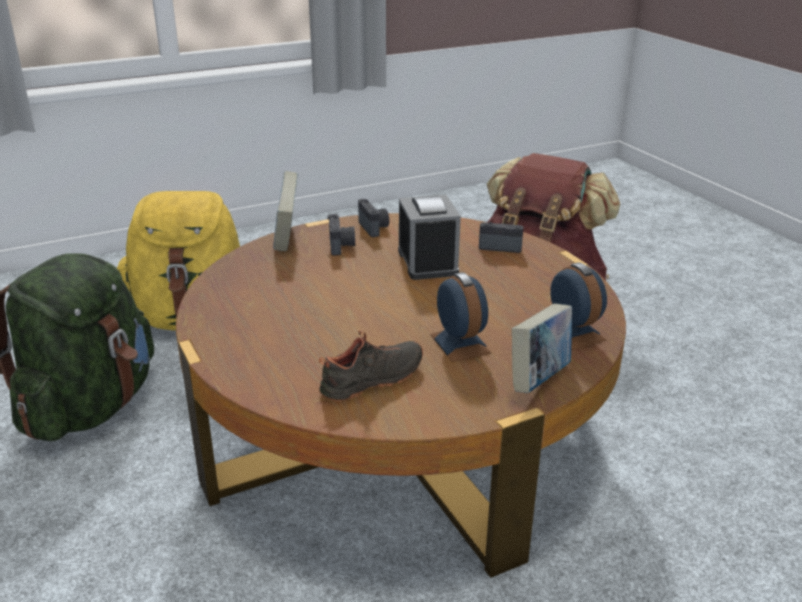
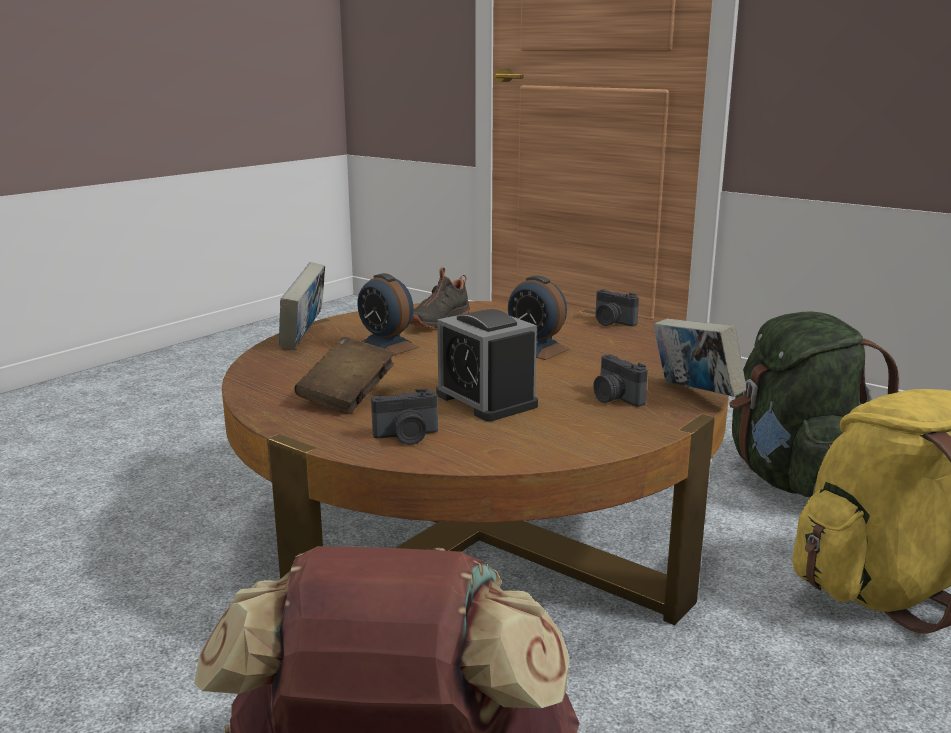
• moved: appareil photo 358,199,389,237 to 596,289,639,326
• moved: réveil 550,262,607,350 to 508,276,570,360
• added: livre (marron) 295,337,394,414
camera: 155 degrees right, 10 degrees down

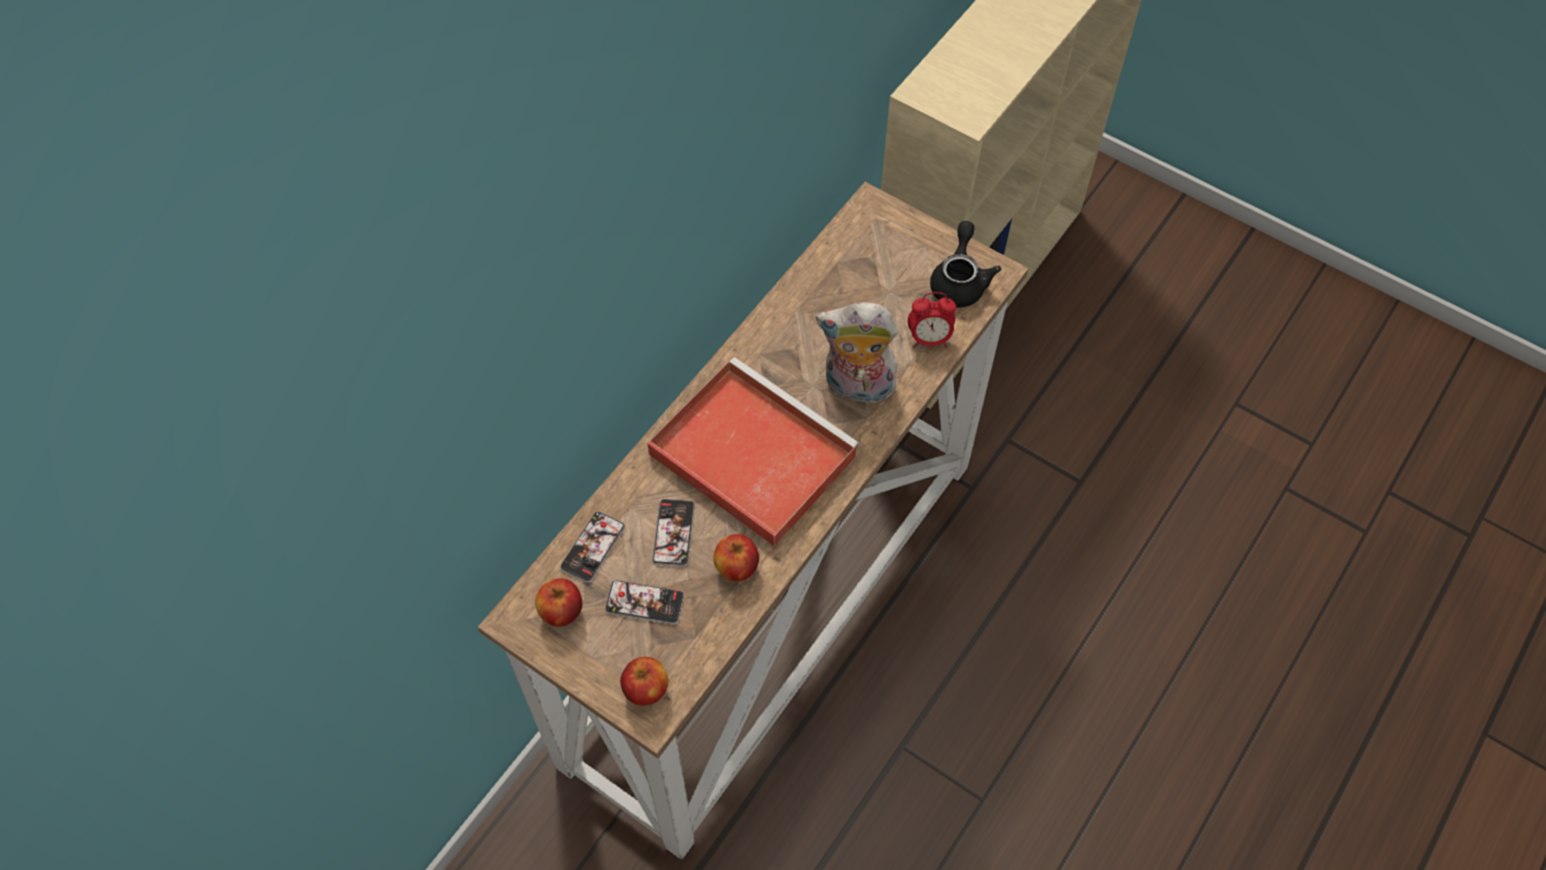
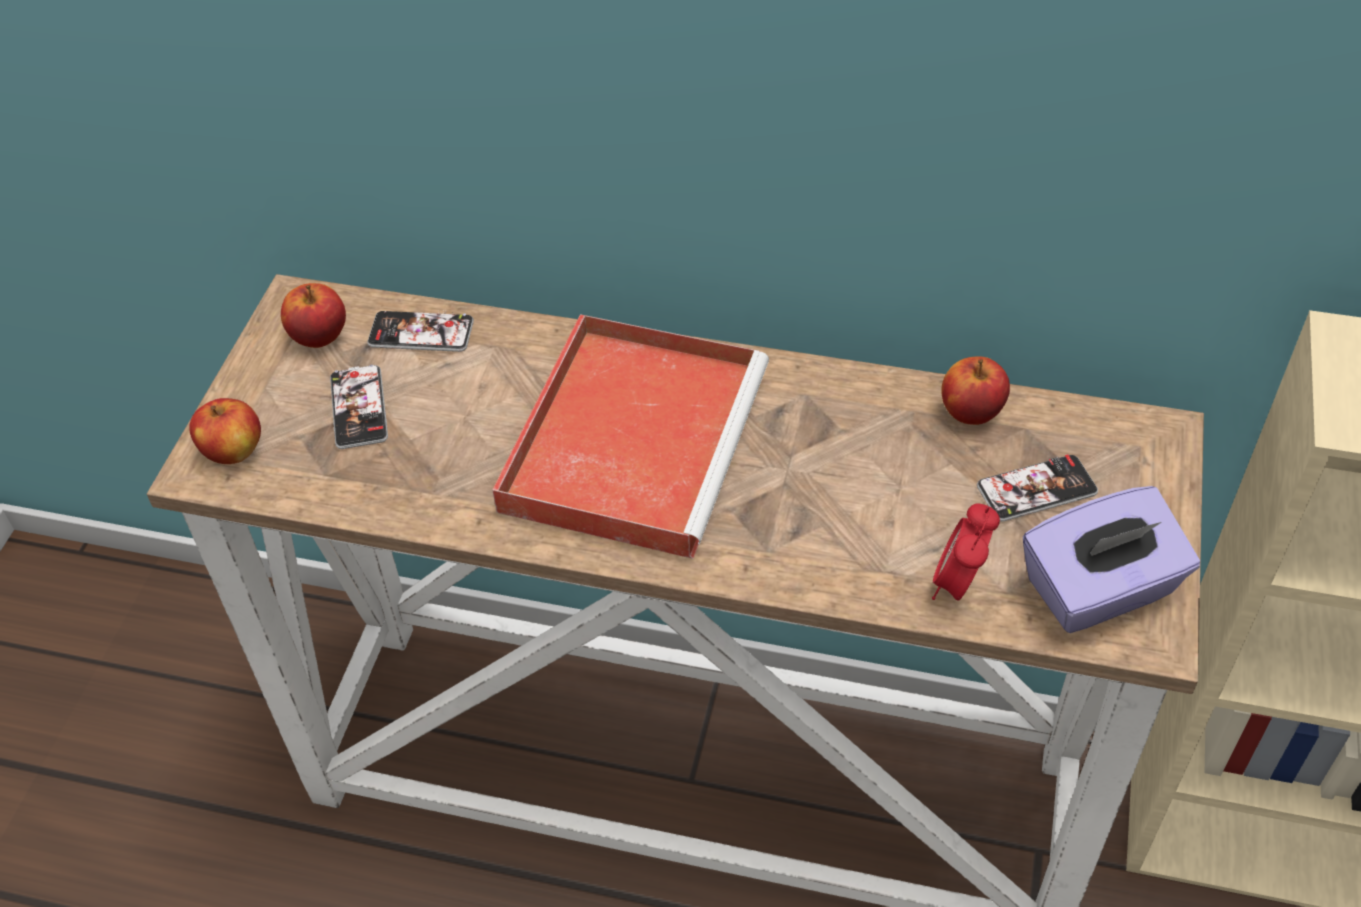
• moved: téléphone 652,499,695,566 to 977,454,1098,521
• moved: pomme 713,534,759,581 to 941,356,1010,425
• removed: peluche 816,302,902,409
• turned: réveil 908,292,956,348 = 932,504,1000,601 45 degrees clockwise
• replaced: théière (noir) 930,221,1001,307 to boîte à mouchoirs (violet) 1023,486,1200,633
camera: 70 degrees right, 10 degrees down

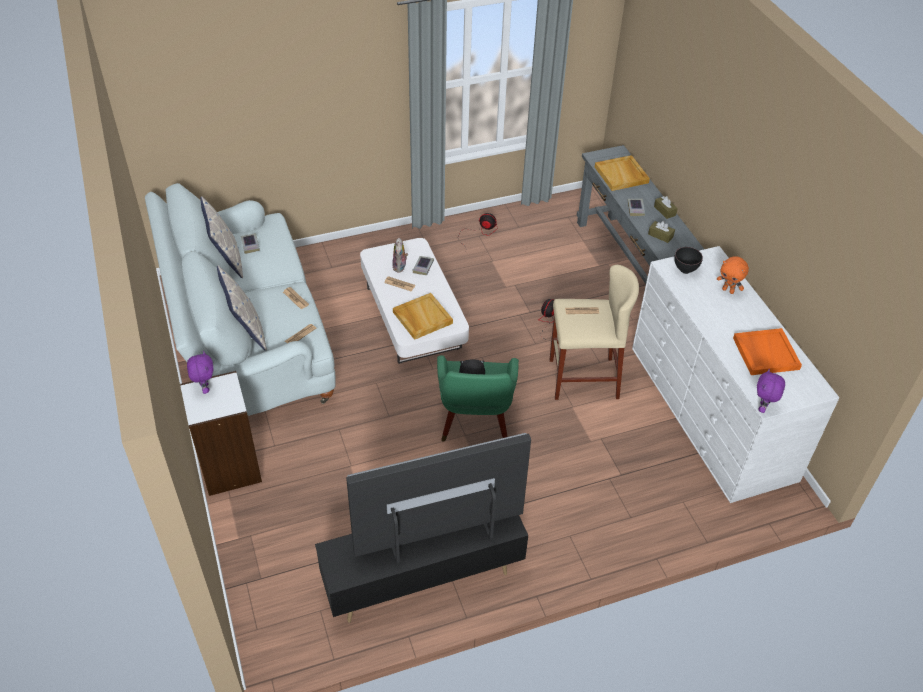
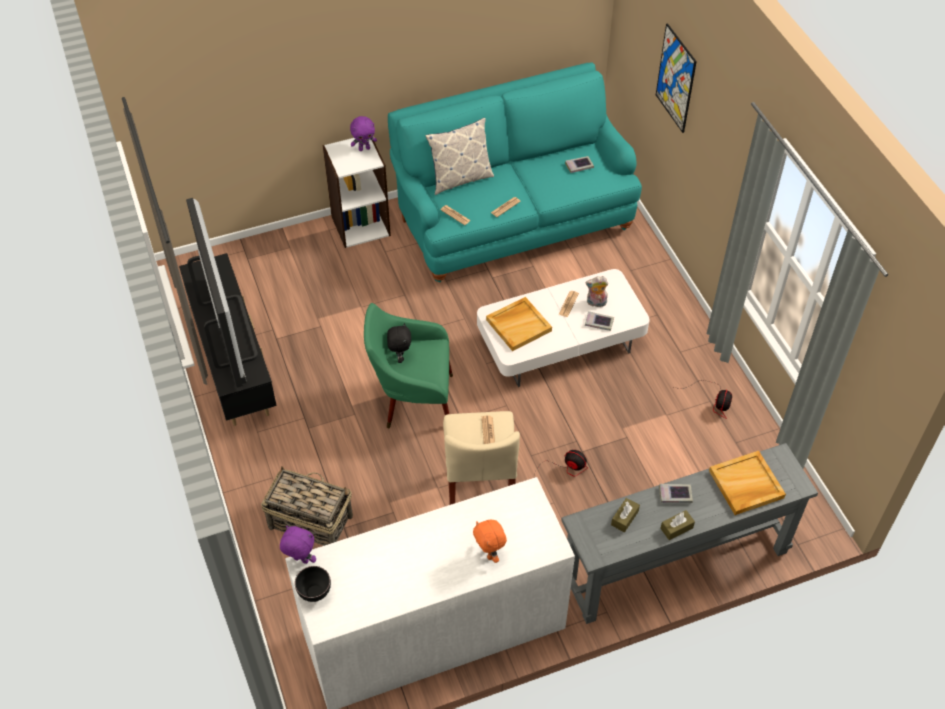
• recoloured: canapé (blanc) 145,183,336,416 to canapé (turquoise) 388,63,642,282
• removed: coussin 200,196,243,278
• moved: bol (noir) 674,247,703,274 to 295,566,331,602
• turned: peluche (orange) 717,256,749,294 = 473,520,507,563 60 degrees counterclockwise
• removed: plateau (orange) 733,328,802,375
• added: panier 261,466,353,546
• added: tableau 656,23,697,133
camera: 90 degrees right, 5 degrees up

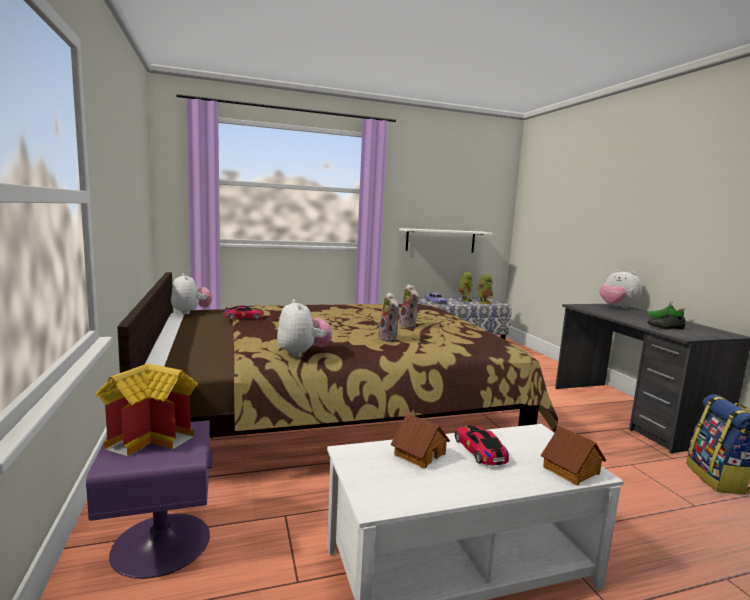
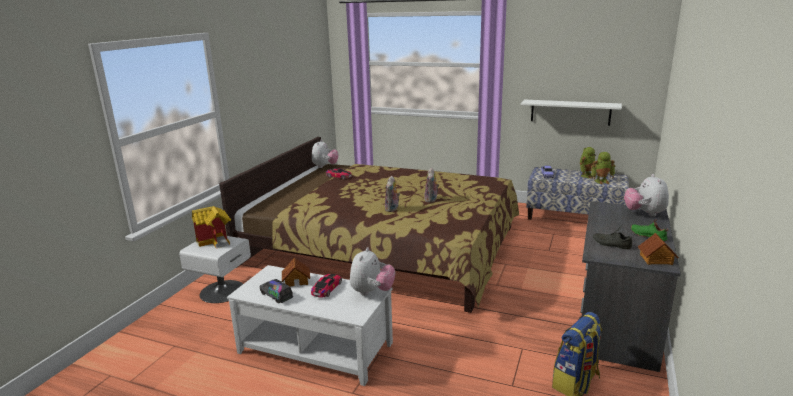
• recoloured: table de chevet (violet) 86,420,213,579 to table de chevet (blanc) 179,236,251,303
• moved: peluche 277,299,332,357 to 350,247,395,296
• moved: maison miniature 541,426,606,485 to 638,233,679,265
• added: camion jouet 260,279,293,303
camera: 40 degrees right, 10 degrees up

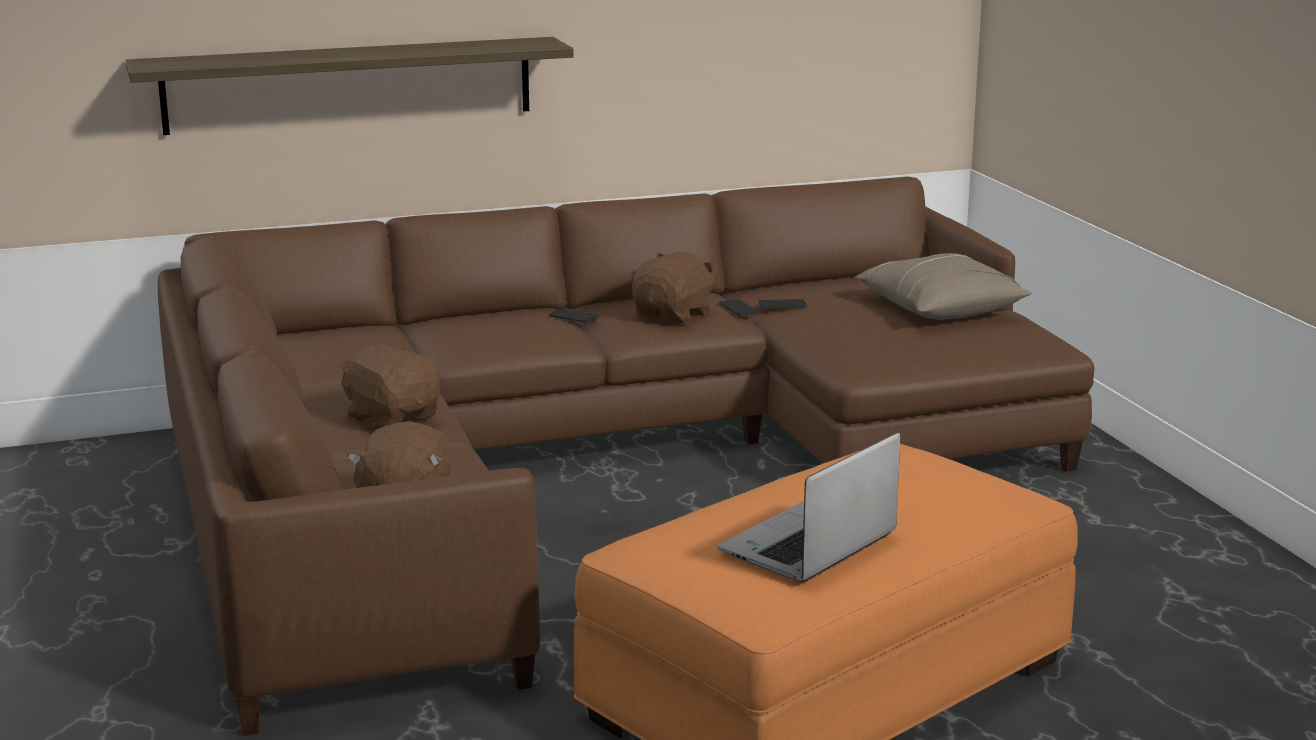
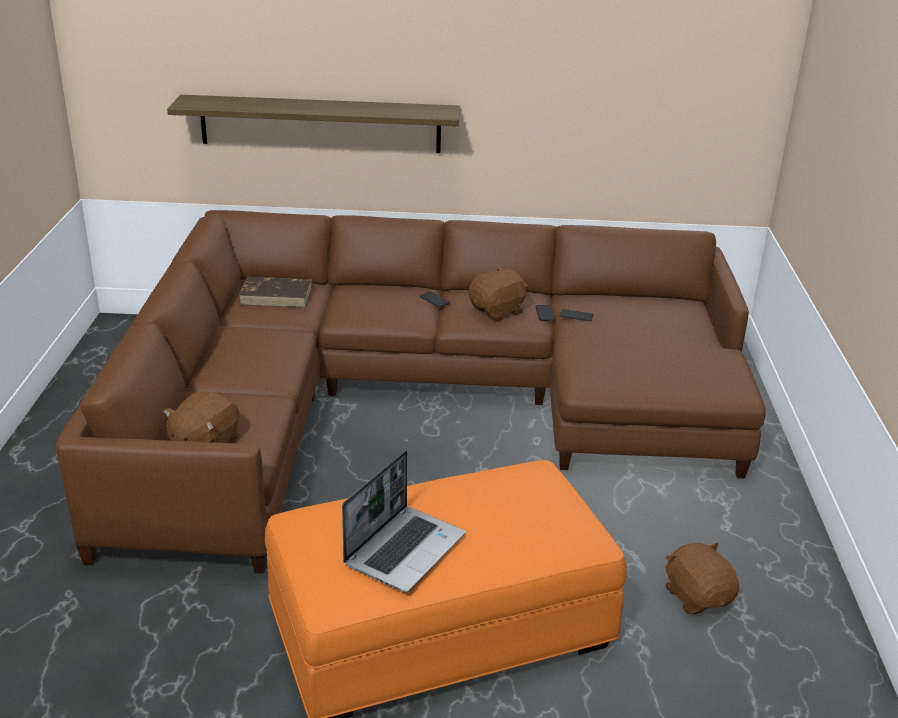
• moved: peluche (marron) 337,345,440,430 to 665,543,739,614
• turned: ordinateur portable 717,433,900,582 = 342,451,466,592 150 degrees clockwise
• removed: coussin (beige) 855,253,1032,320
• added: livre (marron) 239,277,313,307
camera: 20 degrees right, 10 degrees up

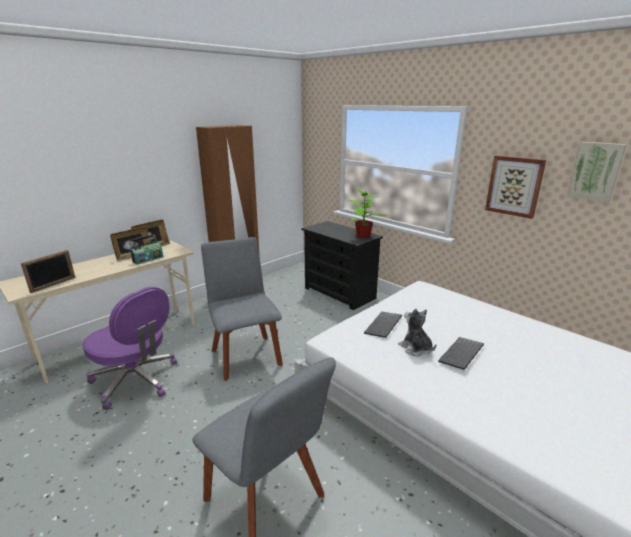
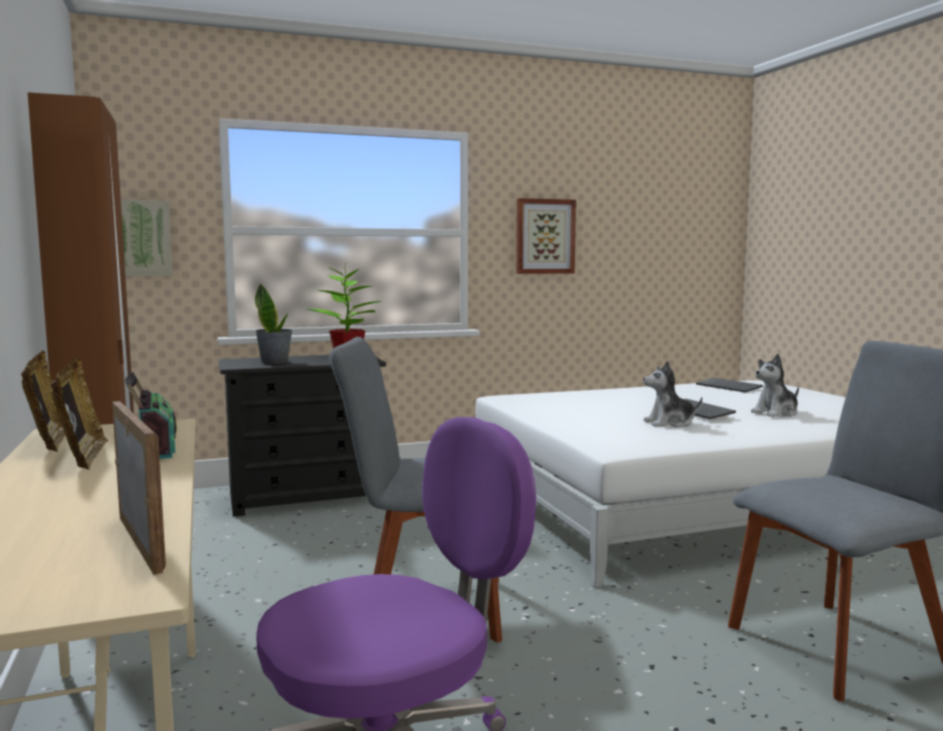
• moved: clavier 364,312,402,338 to 696,378,763,393
• moved: tableau 567,142,626,202 to 121,200,173,276
• added: plante en pot 255,283,293,364
• added: peluche 751,354,799,417
camera: 65 degrees left, 15 degrees down

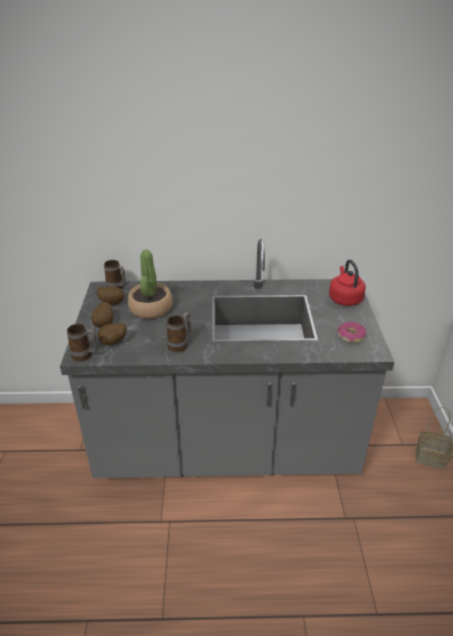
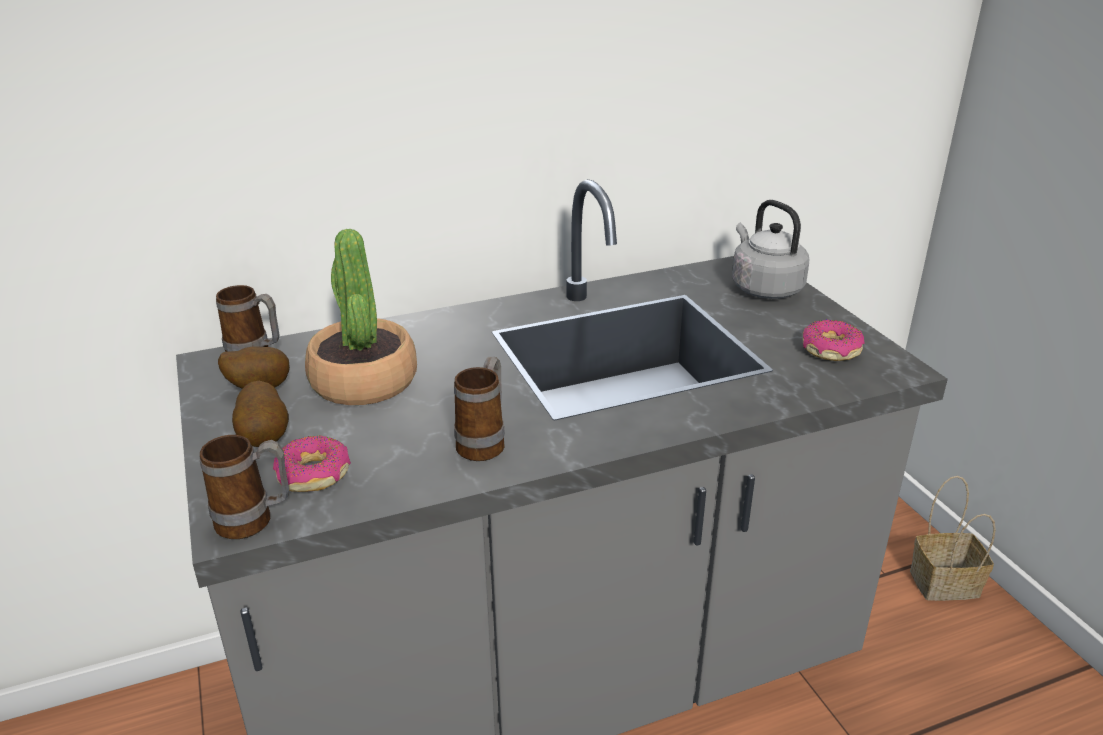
• replaced: pomme de terre 97,323,127,345 to beignet 273,436,351,492
• recoloured: bouilloire (rouge) 329,259,366,306 to bouilloire (gris) 732,200,809,299
camera: 20 degrees left, 5 degrees down

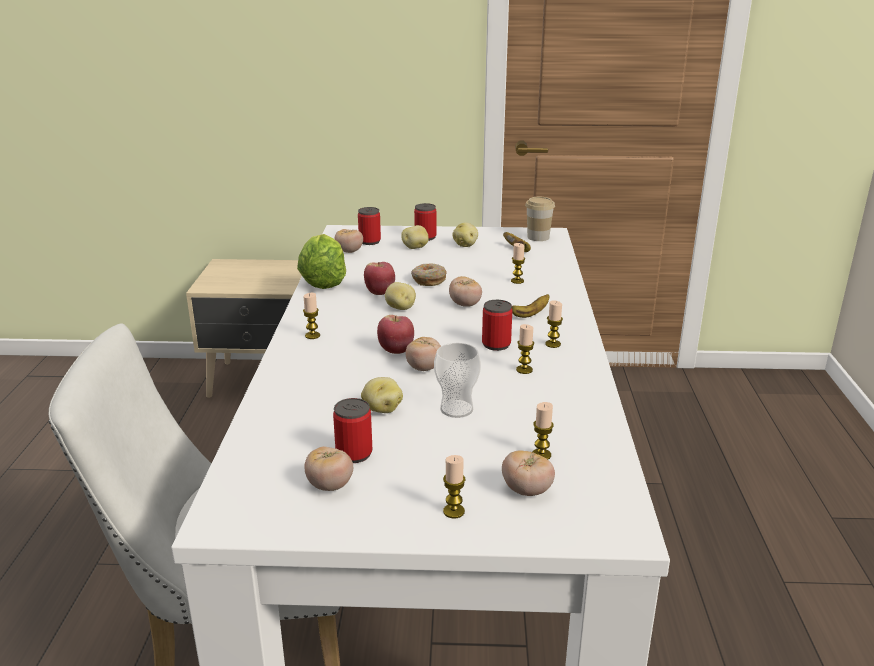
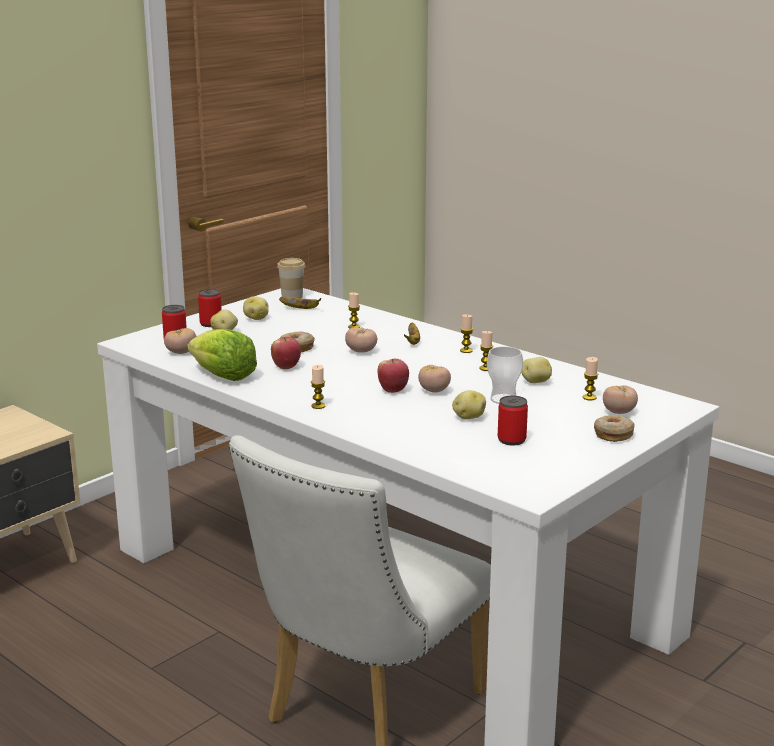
• removed: tomate 304,446,353,491
• moved: pomme de terre 385,282,416,310 to 521,357,552,383
• replaced: bougie 443,455,466,518 to beignet 594,415,635,442
• removed: boîte métallique 482,300,512,351
camera: 50 degrees left, 5 degrees down

